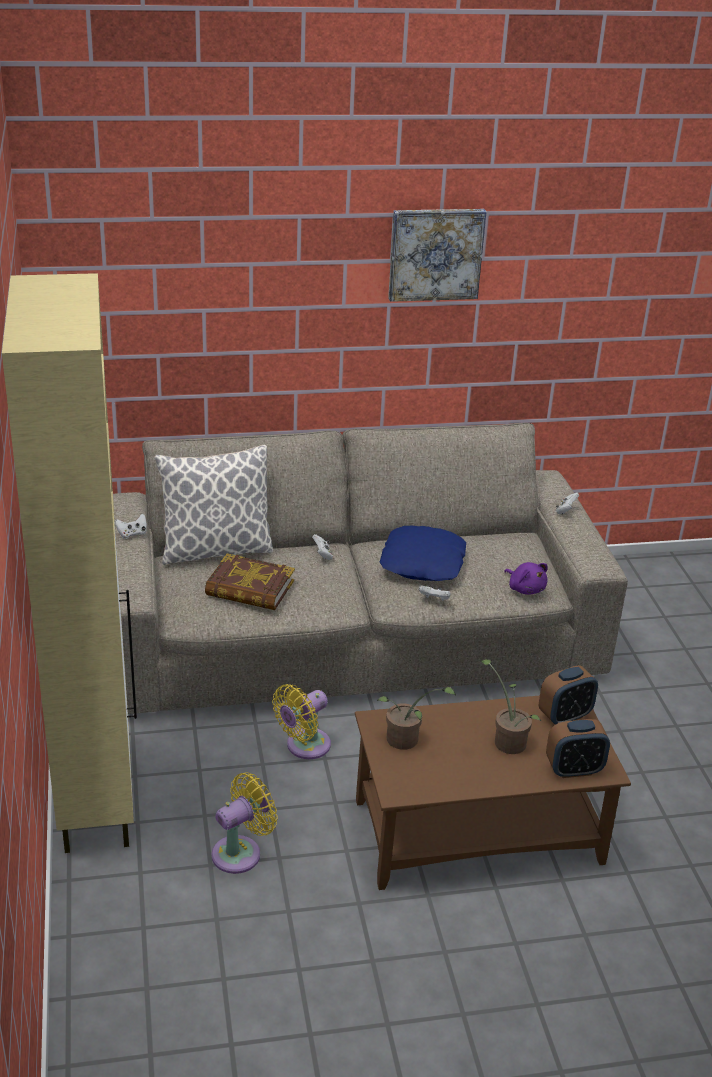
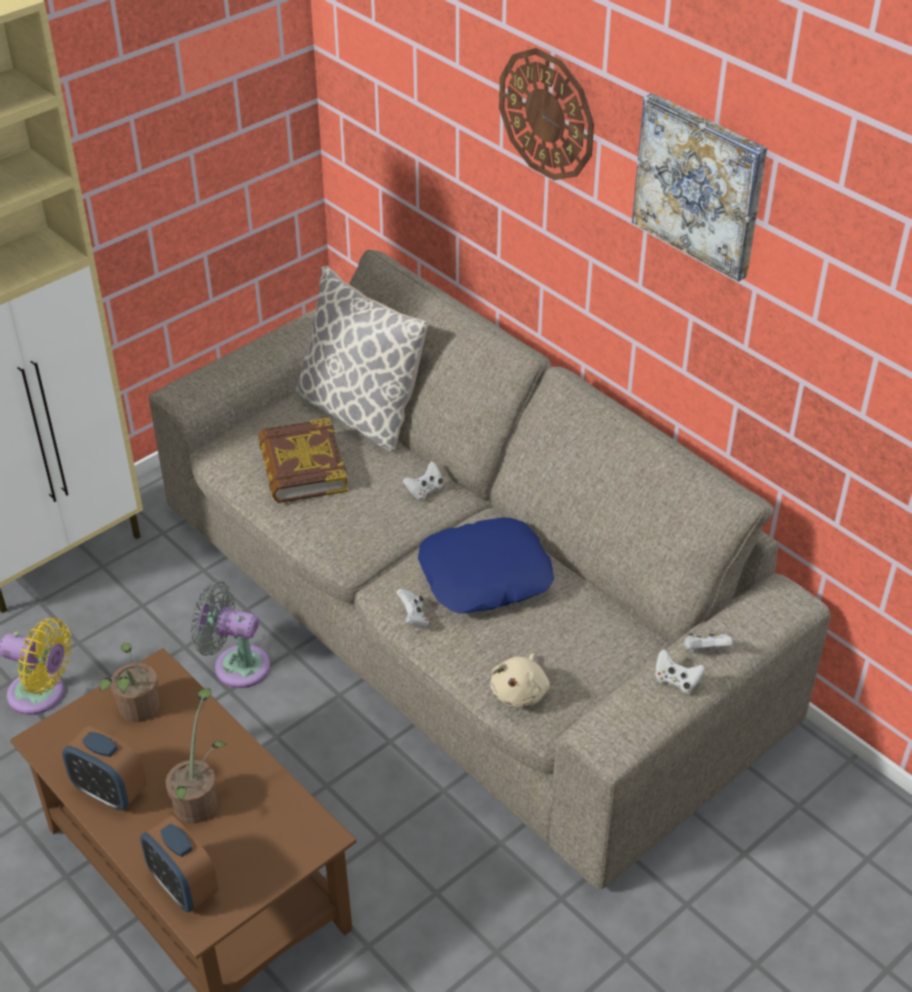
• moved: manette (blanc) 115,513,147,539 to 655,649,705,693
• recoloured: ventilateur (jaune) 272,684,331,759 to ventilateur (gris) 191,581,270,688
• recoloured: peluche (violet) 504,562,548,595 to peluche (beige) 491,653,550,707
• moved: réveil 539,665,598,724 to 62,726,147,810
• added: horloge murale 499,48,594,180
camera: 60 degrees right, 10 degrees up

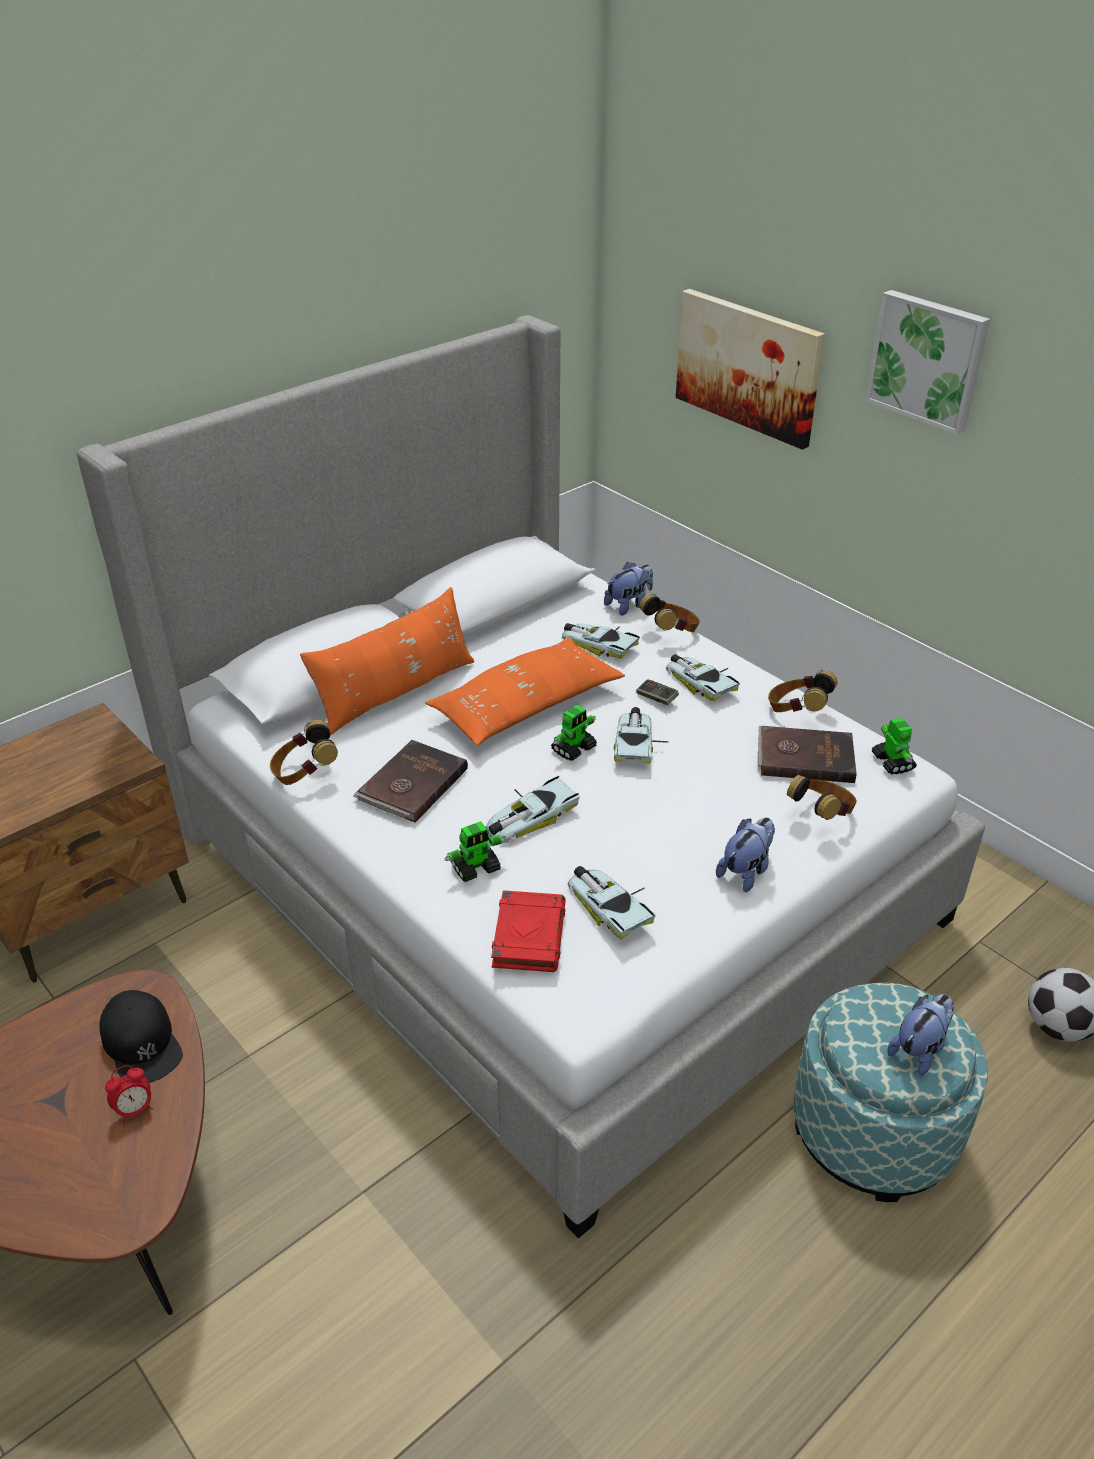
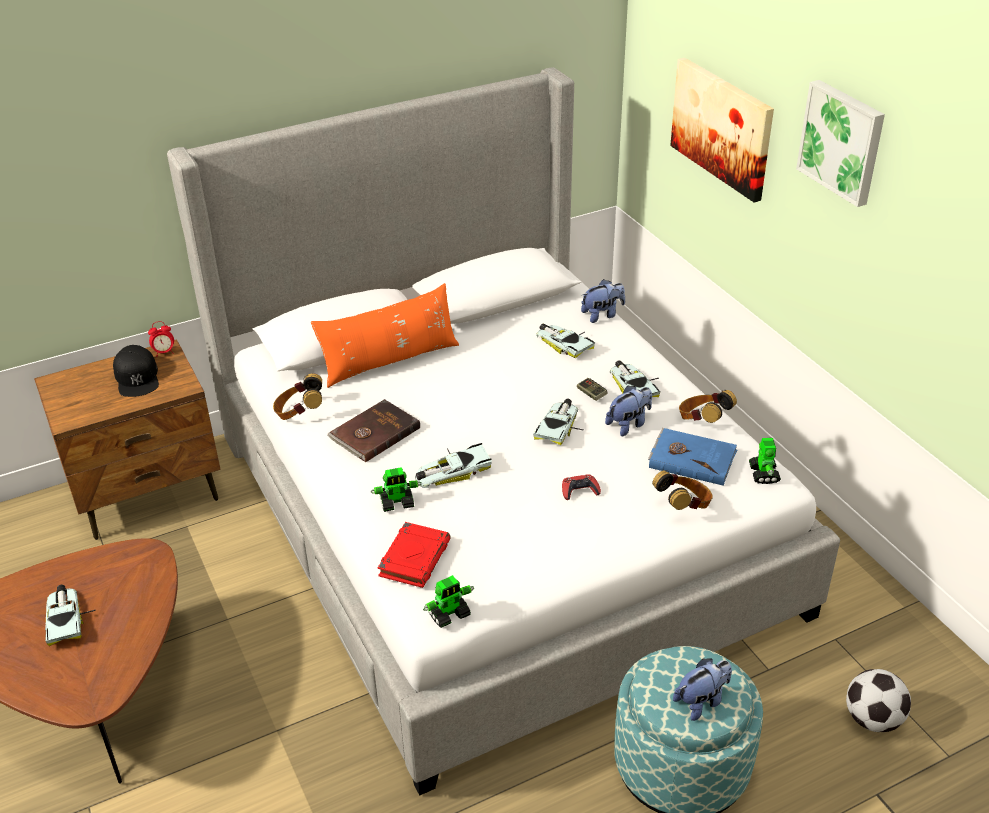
• moved: casquette (noir) 100,990,183,1083 to 113,345,159,397
• moved: réveil 105,1065,153,1123 to 148,321,174,357
• removed: coussin (orange) 425,637,625,746
• moved: robot jouet 551,705,597,761 to 423,575,474,628
• moved: petite voiture 568,866,656,939 to 45,585,96,646
• removed: casque audio 640,594,700,633
• moved: peluche 716,817,775,892 to 605,385,652,436
• recoloured: livre (marron) 757,726,857,783 to livre (bleu) 648,428,737,486
• added: manette (rouge) 562,475,601,500
camera: 15 degrees right, 0 degrees up

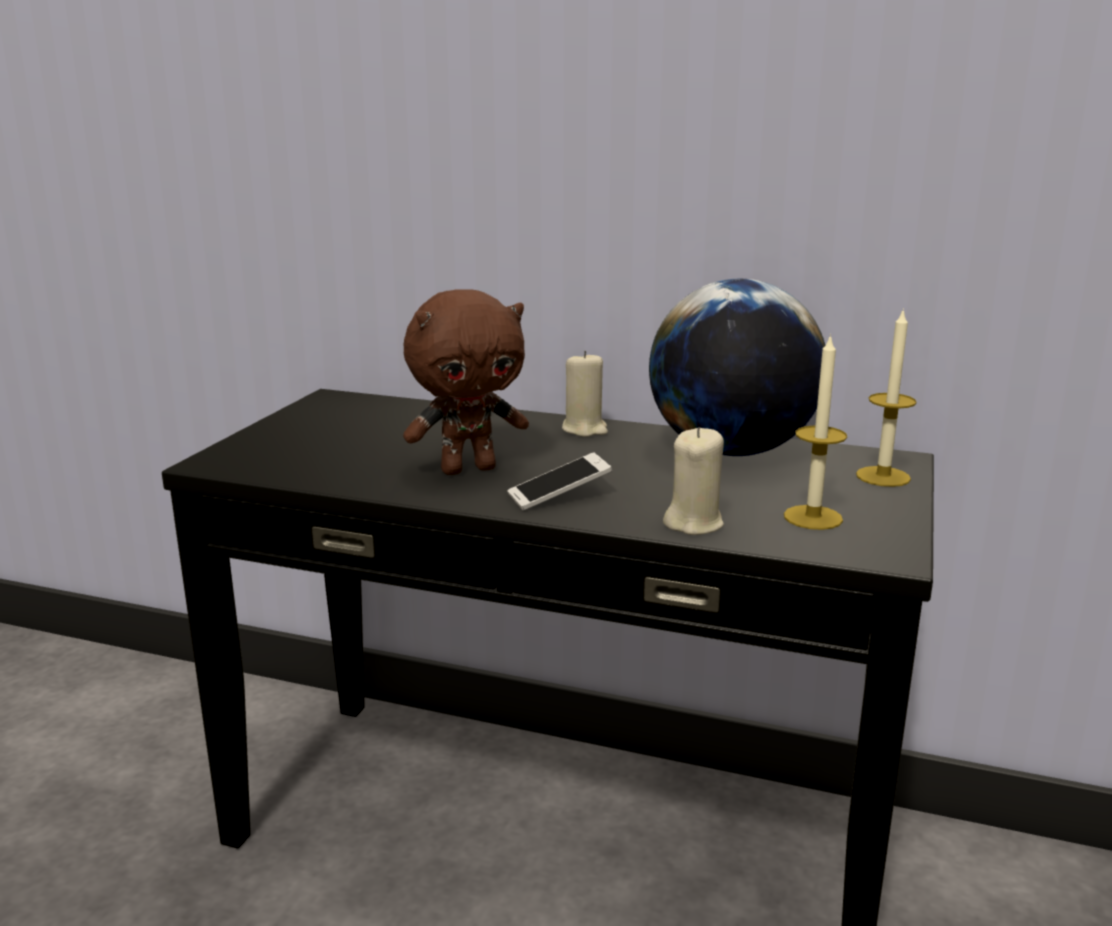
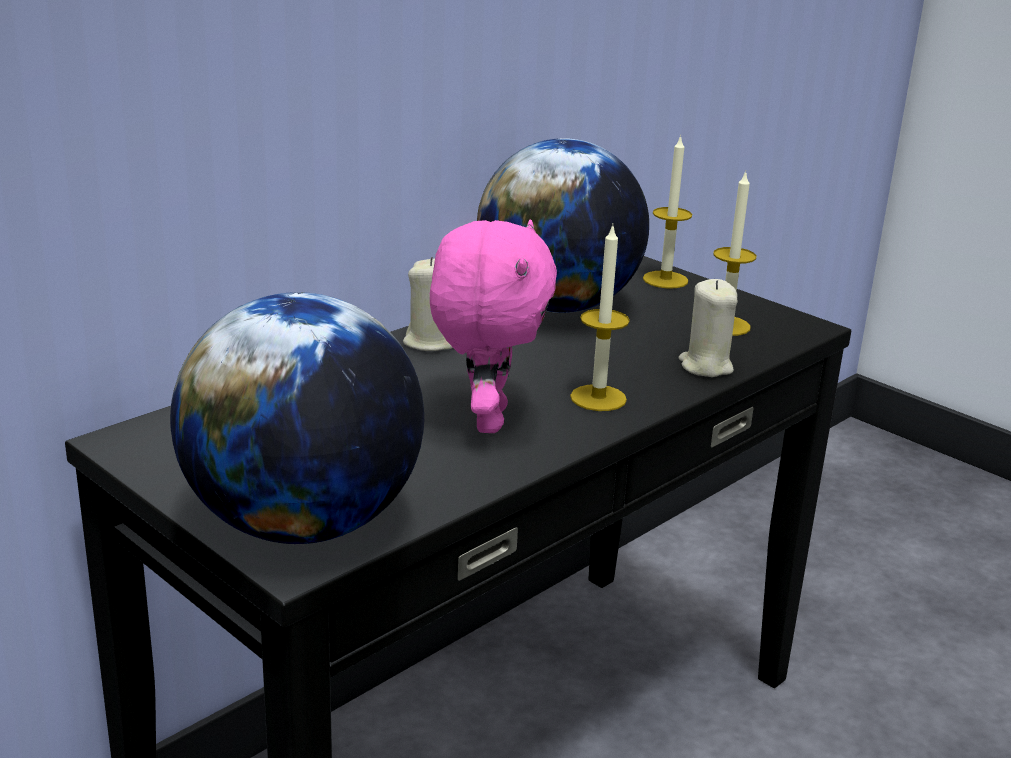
• recoloured: peluche (marron) 403,289,529,475 to peluche (rose) 430,220,557,433
• replaced: téléphone 507,453,612,510 to bougie 570,223,630,411
• added: globe 170,292,424,544
camera: 65 degrees left, 5 degrees up

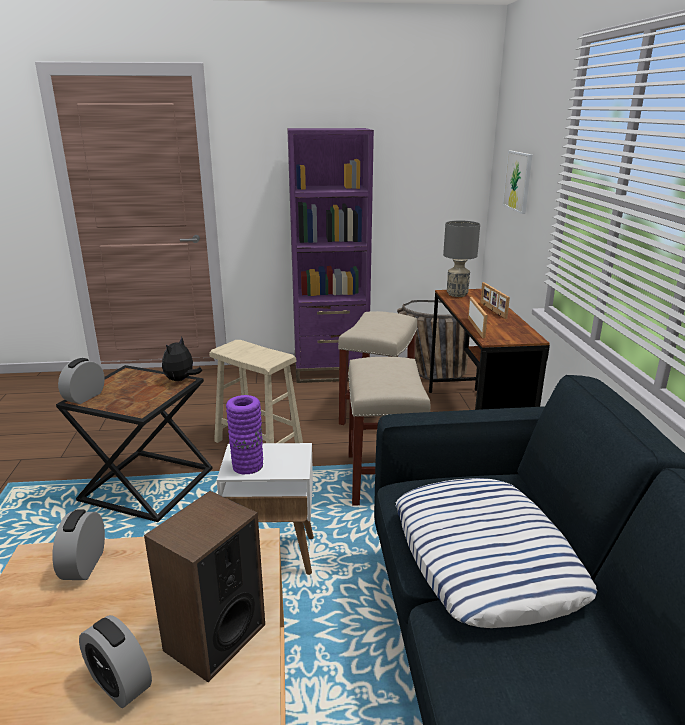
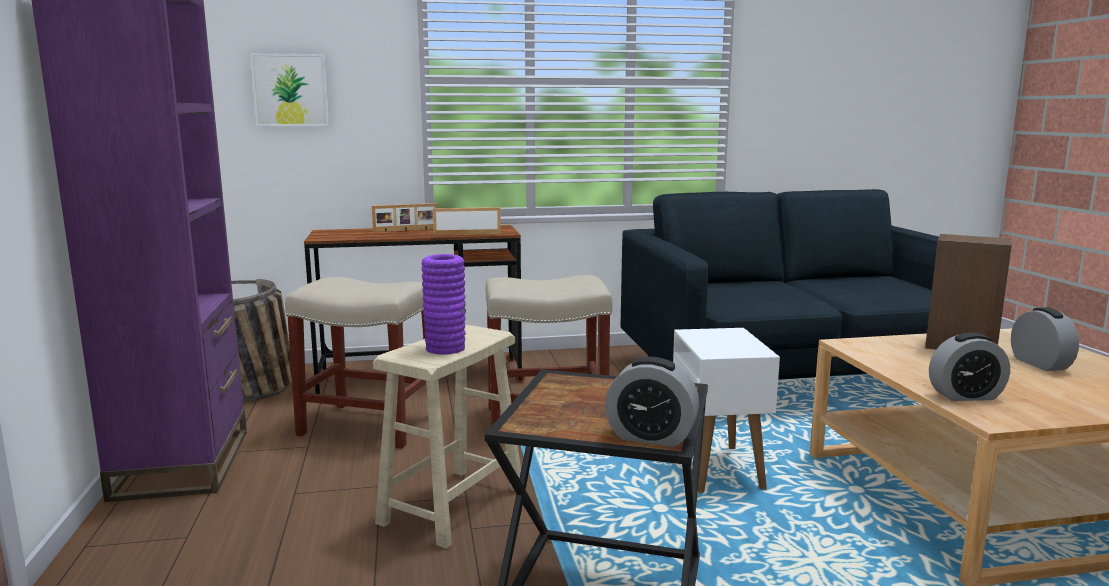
• turned: réveil 79,615,152,708 = 1011,307,1079,371 45 degrees counterclockwise
• removed: peluche 162,337,202,381
• moved: vase (violet) 226,395,263,474 to 421,254,466,355
• removed: coussin 396,478,597,628
• removed: lampe de table (gris) 443,221,480,297
camera: 95 degrees left, 10 degrees down

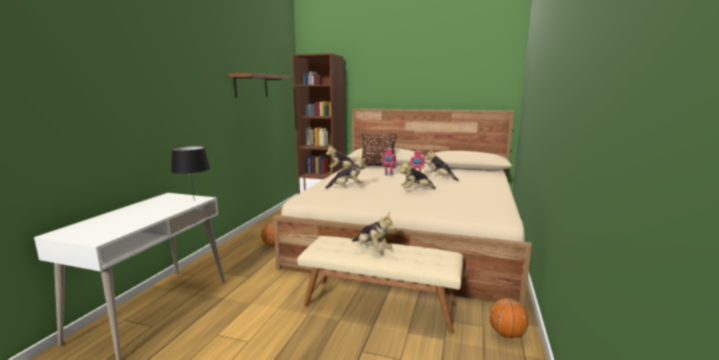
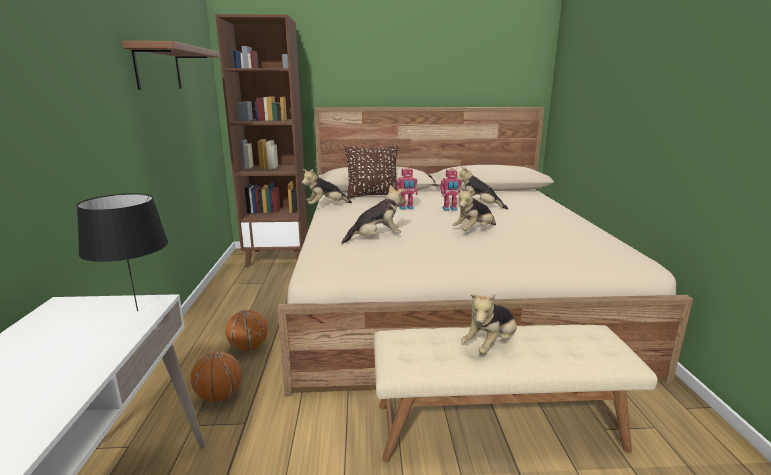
• turned: peluche 352,211,396,252 = 461,294,517,354 105 degrees clockwise
• moved: ballon de basket 489,298,529,338 to 191,351,242,402
camera: 20 degrees left, 5 degrees up

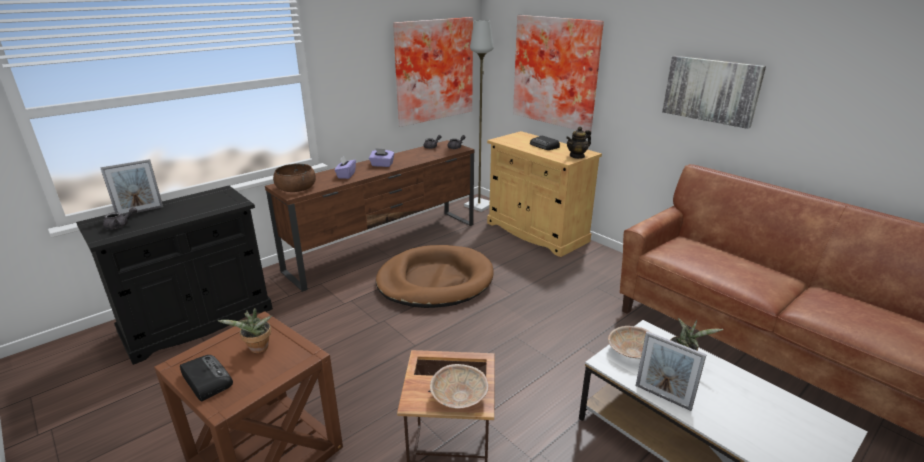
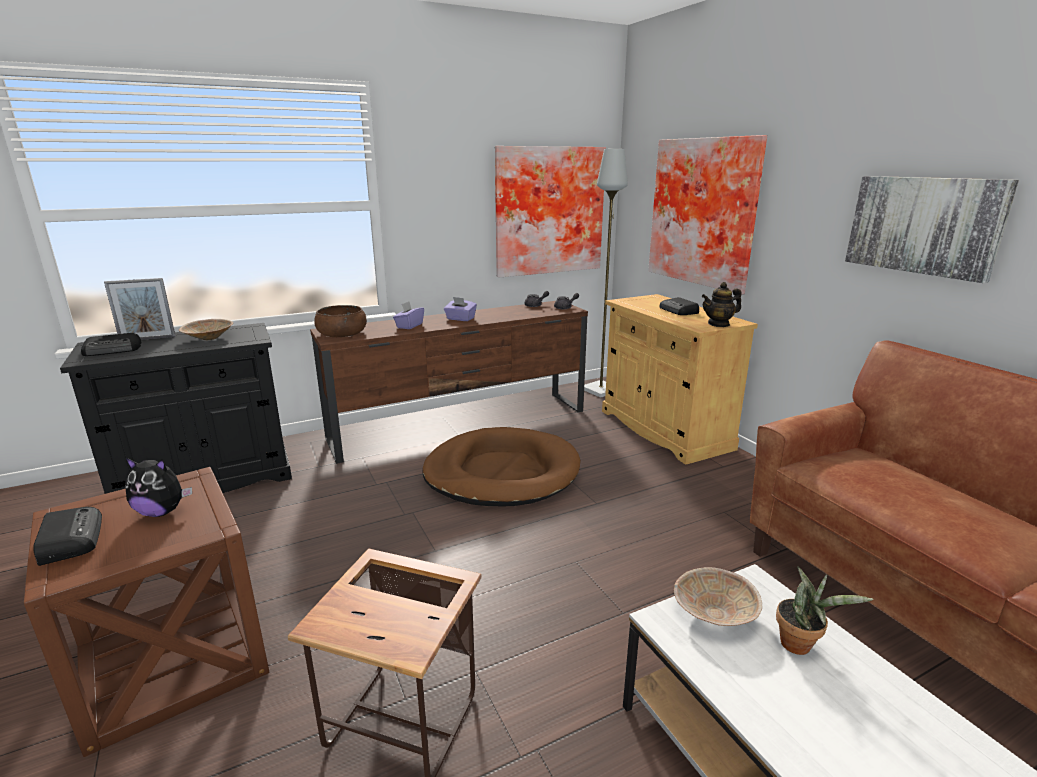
• replaced: théière (gris) 103,207,137,229 to radio 81,333,142,356
• replaced: plante en pot 217,308,272,353 to peluche 125,458,192,517
• moved: bol (beige) 430,364,489,409 to 179,319,233,340
• removed: cadre photo 636,331,707,411
camera: 15 degrees right, 5 degrees down

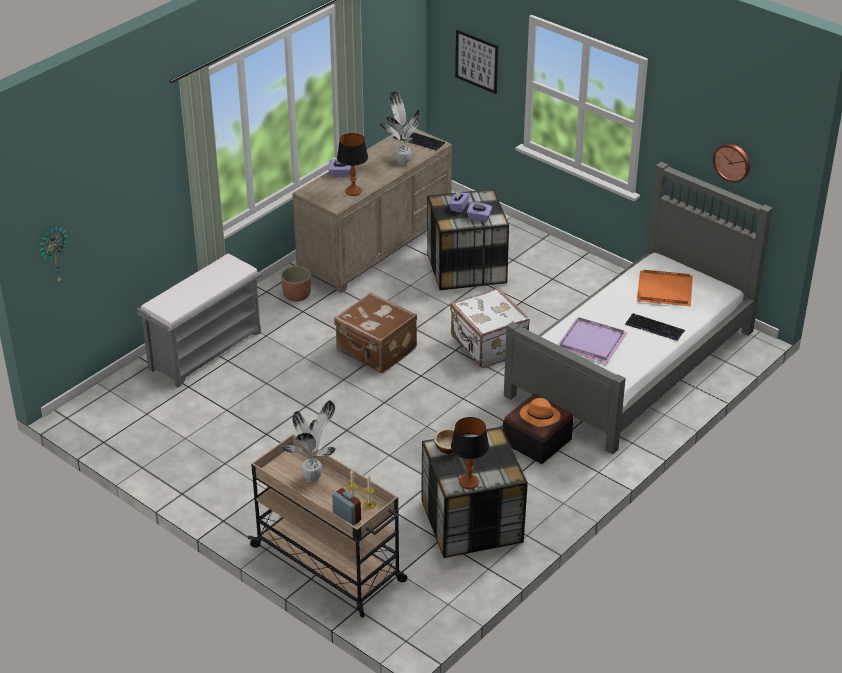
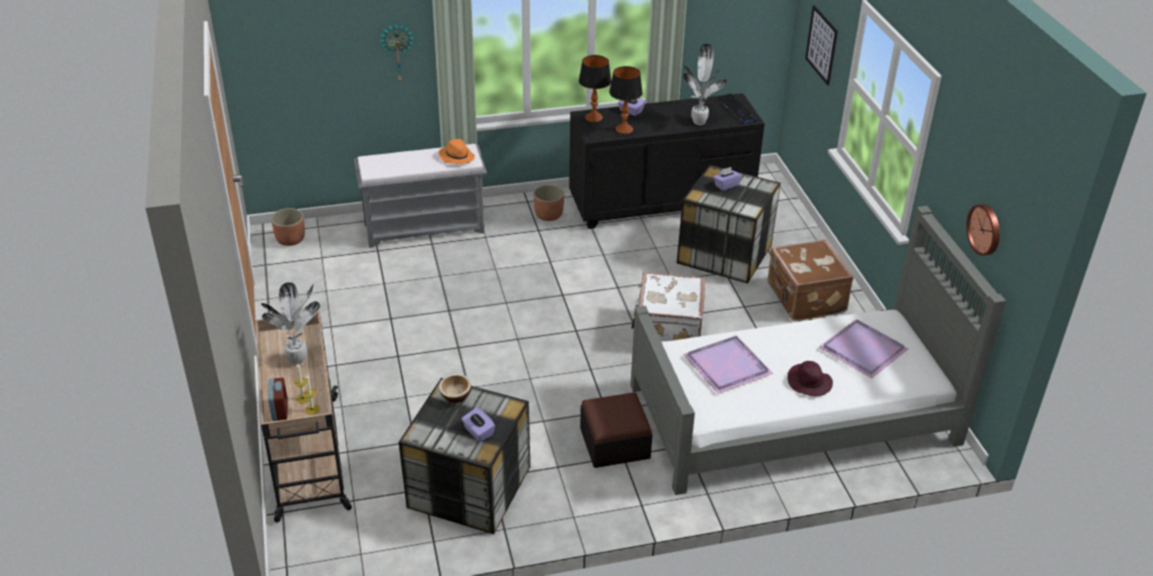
• moved: horloge murale 39,226,68,282 to 379,23,415,83
• recoloured: commode (beige) 292,127,452,293 to commode (noir) 569,93,765,229
• moved: valise (marron) 334,292,417,373 to 767,239,854,321
• moved: lampe de table 451,417,489,489 to 579,55,611,123
• moved: boîte à mouchoirs (violet) 467,202,492,222 to 461,407,495,442
• moved: chapeau (orange) 520,398,561,427 to 439,139,475,164
• replaced: clavier 625,313,685,341 to chapeau (violet) 787,361,833,396
• recoloured: plateau (orange) 637,270,693,307 to plateau (violet) 818,319,908,379
• added: cache-pot 271,208,305,246
camera: 35 degrees right, 0 degrees up

